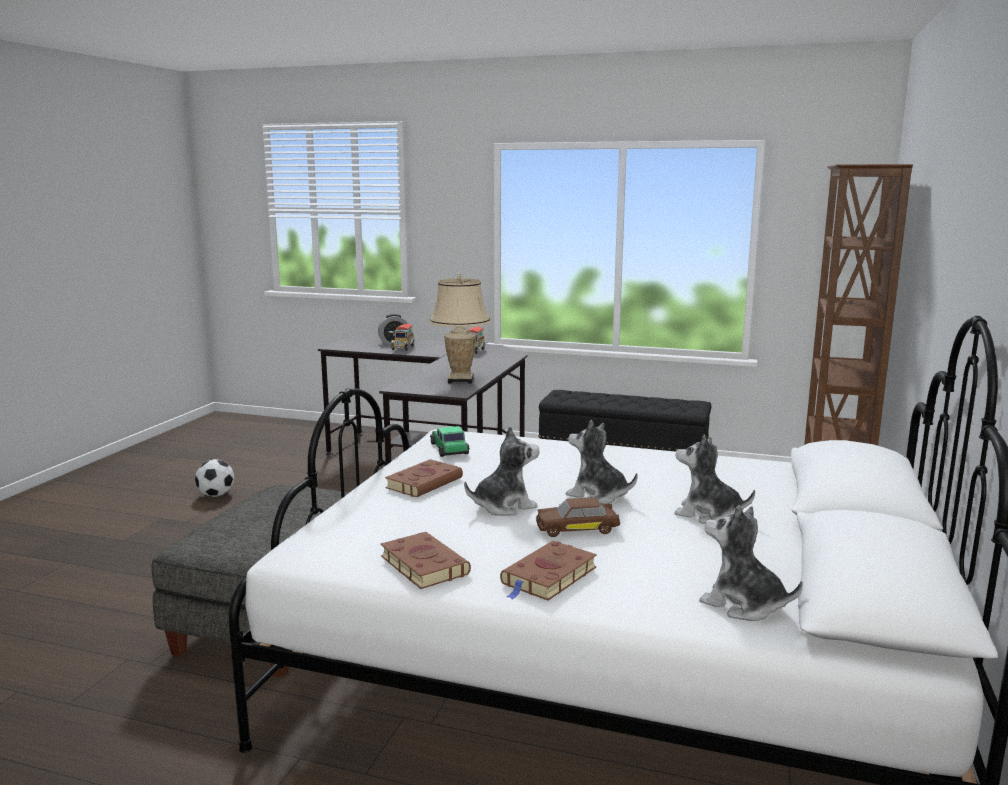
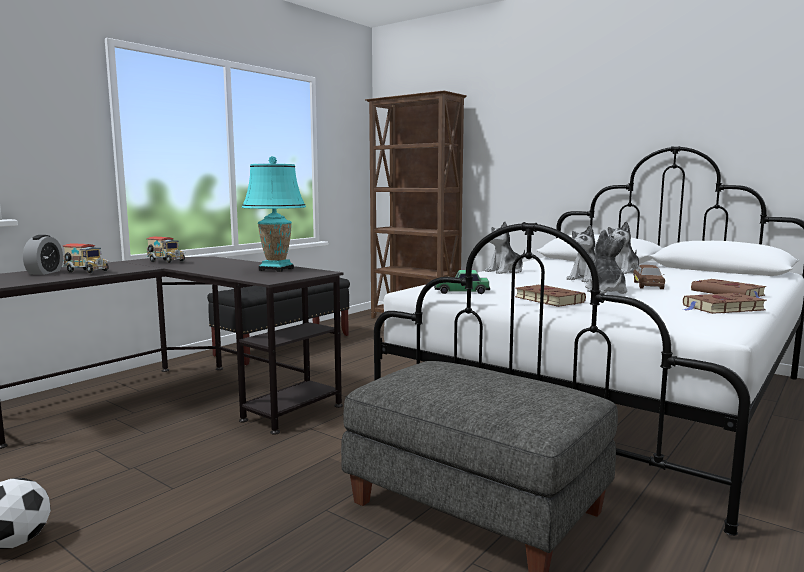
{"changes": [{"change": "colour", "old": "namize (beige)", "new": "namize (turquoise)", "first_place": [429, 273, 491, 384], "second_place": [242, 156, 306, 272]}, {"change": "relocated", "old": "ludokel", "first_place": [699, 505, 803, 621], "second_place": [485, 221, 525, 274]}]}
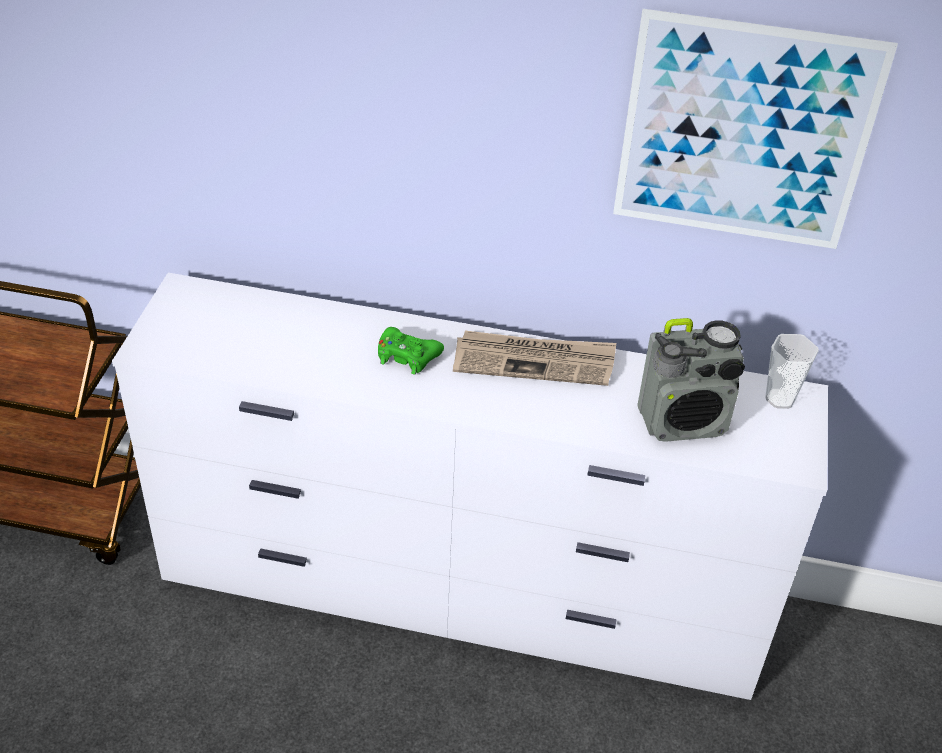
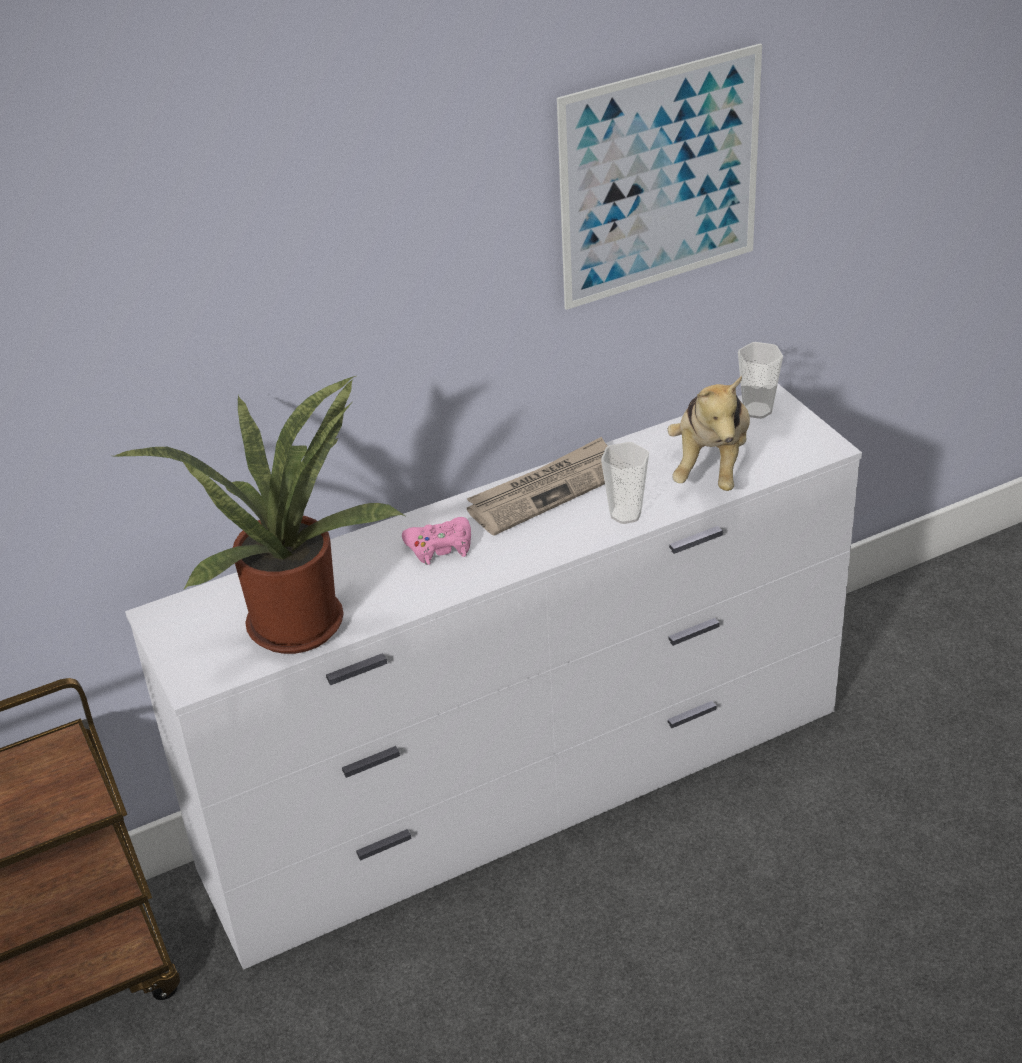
{"changes": [{"change": "colour", "old": "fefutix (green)", "new": "fefutix (pink)", "first_place": [378, 327, 444, 375], "second_place": [402, 517, 471, 565]}, {"change": "exchanged", "old": "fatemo", "new": "ludokel", "first_place": [637, 318, 745, 442], "second_place": [667, 376, 750, 491]}, {"change": "appeared", "new": "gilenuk", "second_place": [115, 376, 405, 654]}, {"change": "appeared", "new": "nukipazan", "second_place": [601, 442, 649, 524]}]}
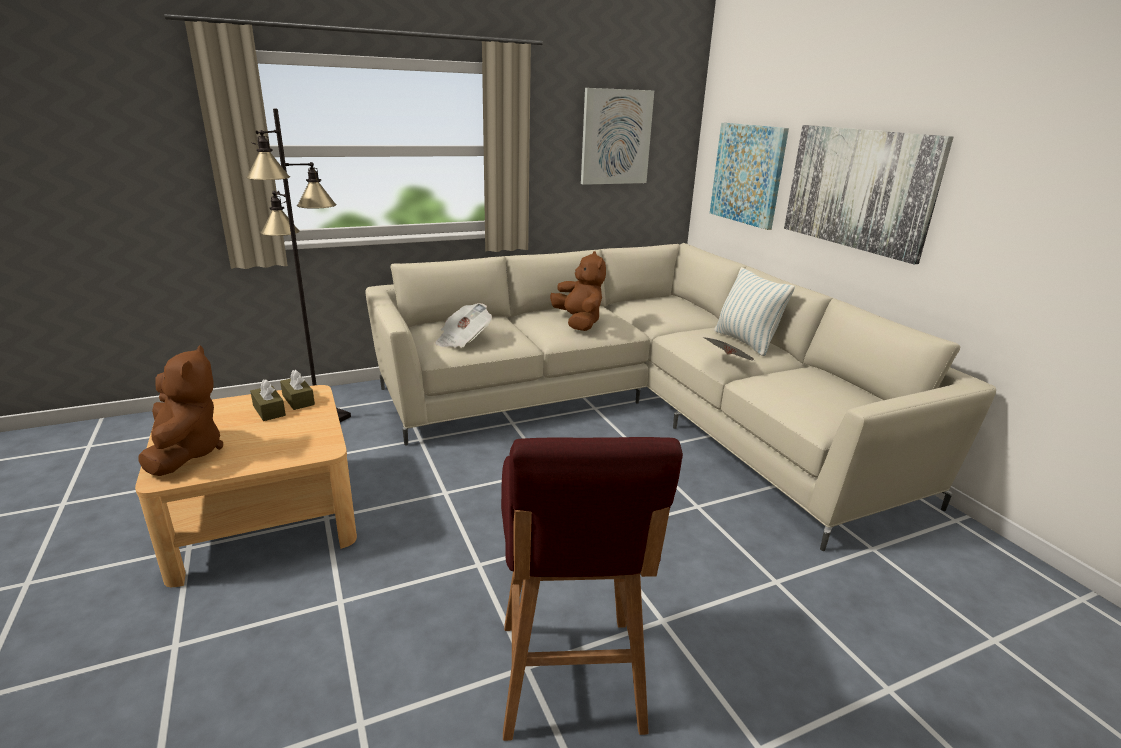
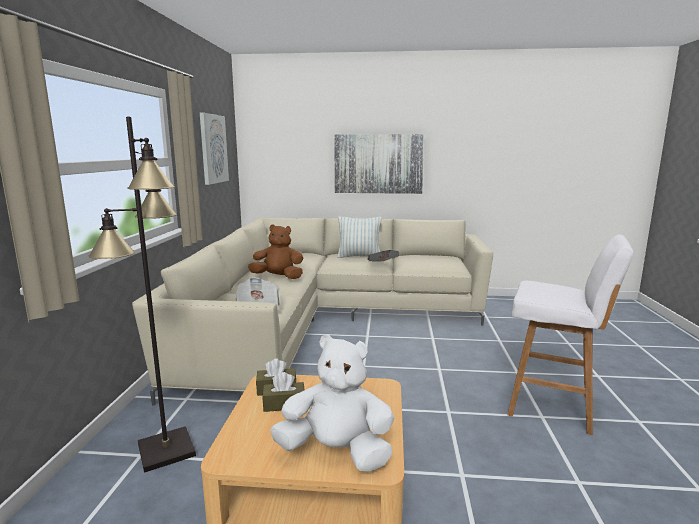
{"changes": [{"change": "colour", "old": "ludokel (brown)", "new": "ludokel (white)", "first_place": [138, 345, 223, 476], "second_place": [270, 334, 394, 472]}, {"change": "colour", "old": "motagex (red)", "new": "motagex (white)", "first_place": [501, 437, 683, 741], "second_place": [507, 235, 633, 435]}, {"change": "missing", "old": "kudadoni", "first_place": [710, 123, 789, 230]}]}
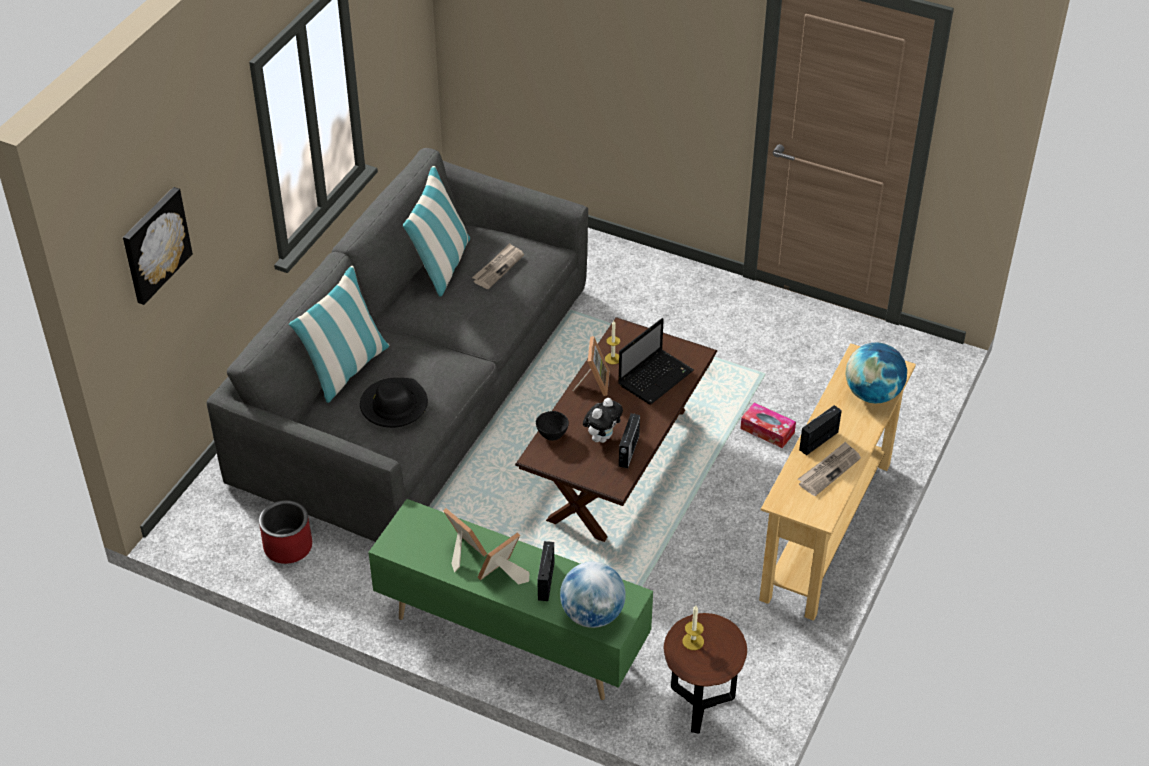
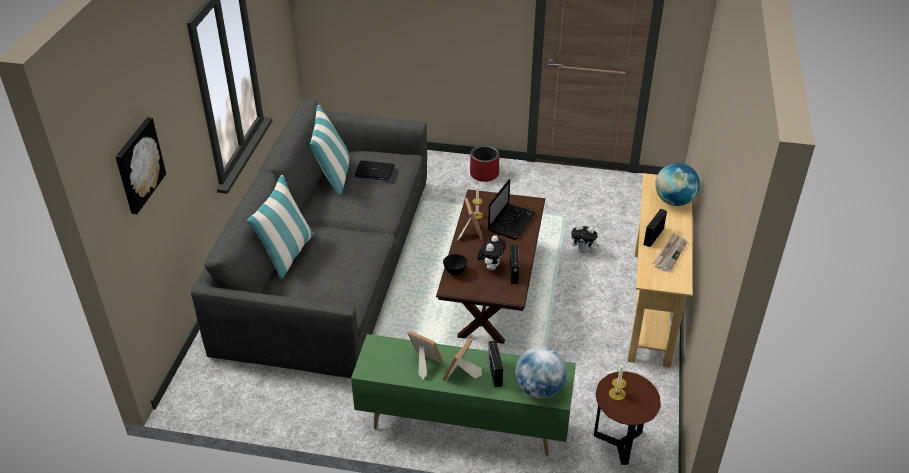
{"changes": [{"change": "relocated", "old": "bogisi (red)", "first_place": [259, 500, 312, 564], "second_place": [470, 145, 500, 182]}, {"change": "missing", "old": "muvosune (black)", "first_place": [360, 378, 428, 428]}, {"change": "exchanged", "old": "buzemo", "new": "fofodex", "first_place": [472, 243, 524, 289], "second_place": [354, 161, 395, 180]}, {"change": "exchanged", "old": "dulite", "new": "ludokel", "first_place": [740, 403, 796, 448], "second_place": [571, 224, 600, 253]}]}
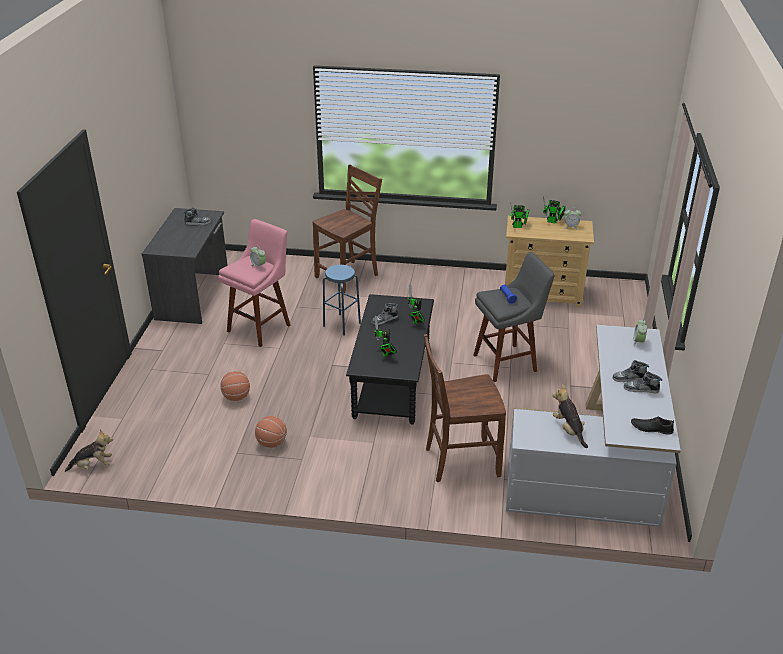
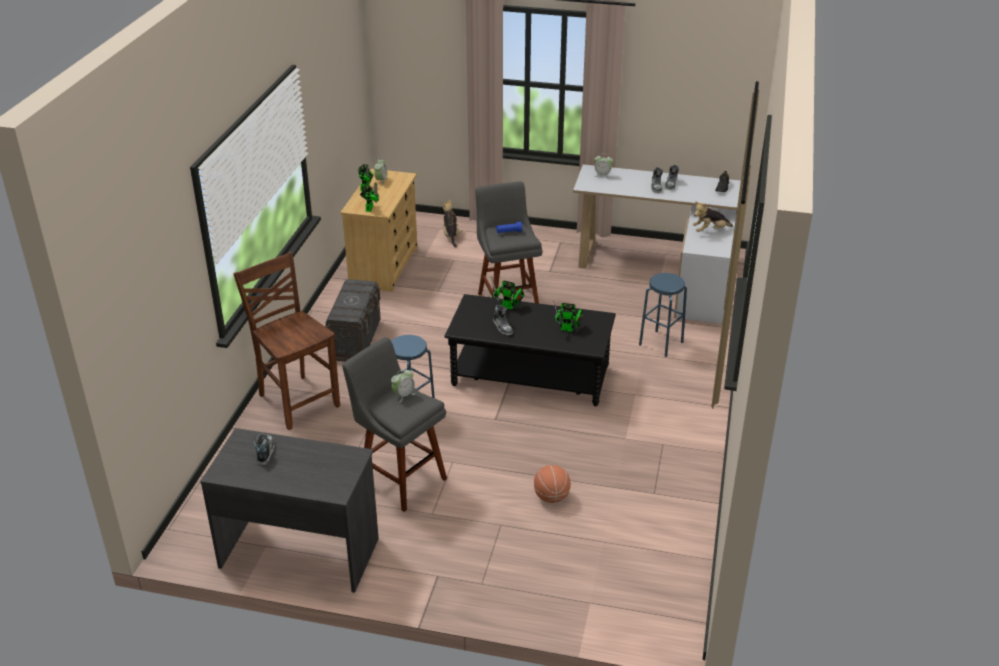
{"changes": [{"change": "relocated", "old": "ludokel", "first_place": [65, 429, 113, 472], "second_place": [443, 200, 462, 247]}, {"change": "colour", "old": "motagex (pink)", "new": "motagex (grey)", "first_place": [218, 219, 291, 347], "second_place": [342, 337, 447, 512]}, {"change": "missing", "old": "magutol", "first_place": [255, 416, 287, 448]}, {"change": "exchanged", "old": "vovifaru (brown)", "new": "motagex (blue)", "first_place": [424, 334, 506, 482], "second_place": [639, 273, 687, 357]}, {"change": "appeared", "new": "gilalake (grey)", "second_place": [325, 279, 380, 361]}]}
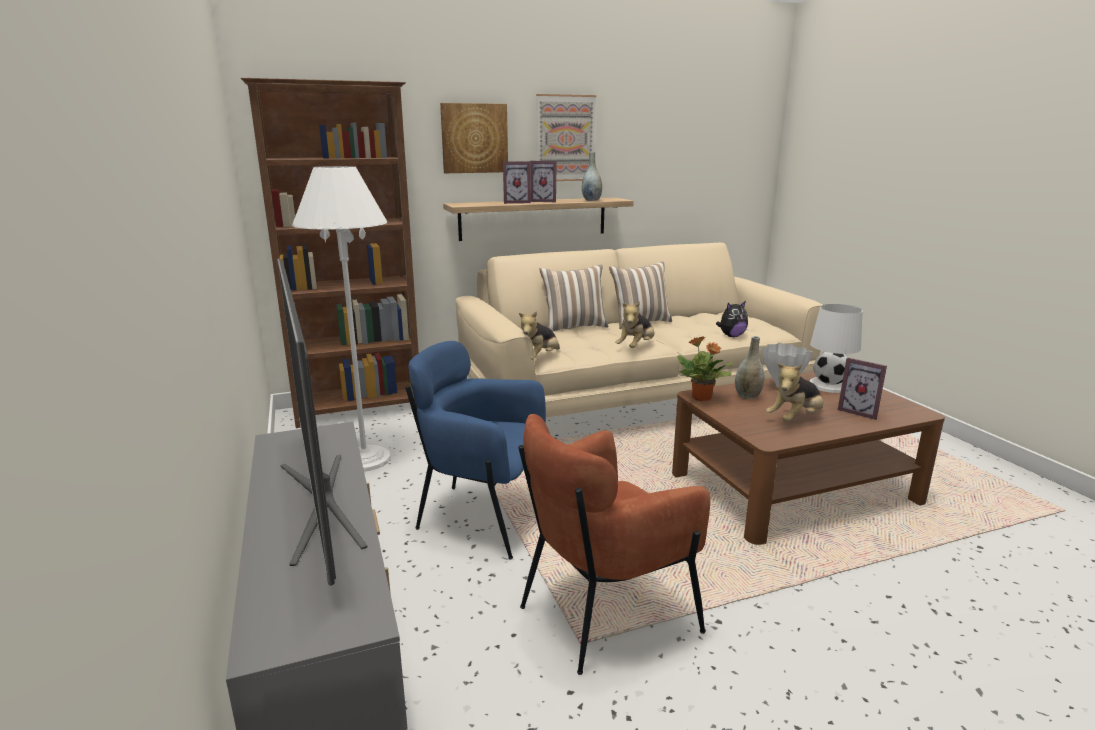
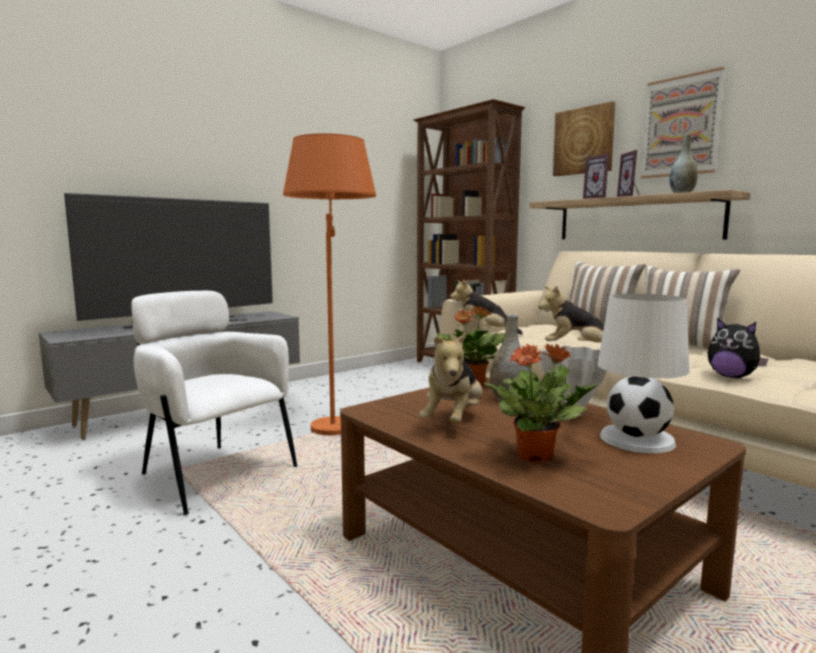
{"changes": [{"change": "missing", "old": "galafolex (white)", "first_place": [292, 166, 391, 472]}, {"change": "exchanged", "old": "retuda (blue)", "new": "galafolex (orange)", "first_place": [405, 341, 546, 560], "second_place": [283, 133, 376, 435]}, {"change": "colour", "old": "retuda (brown)", "new": "retuda (white)", "first_place": [518, 414, 710, 675], "second_place": [131, 291, 298, 515]}, {"change": "spun", "old": "ludokel", "first_place": [766, 364, 823, 422], "second_place": [419, 332, 482, 424], "degrees": -105}, {"change": "exchanged", "old": "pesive", "new": "gilenuk", "first_place": [838, 358, 887, 420], "second_place": [484, 343, 598, 463]}]}
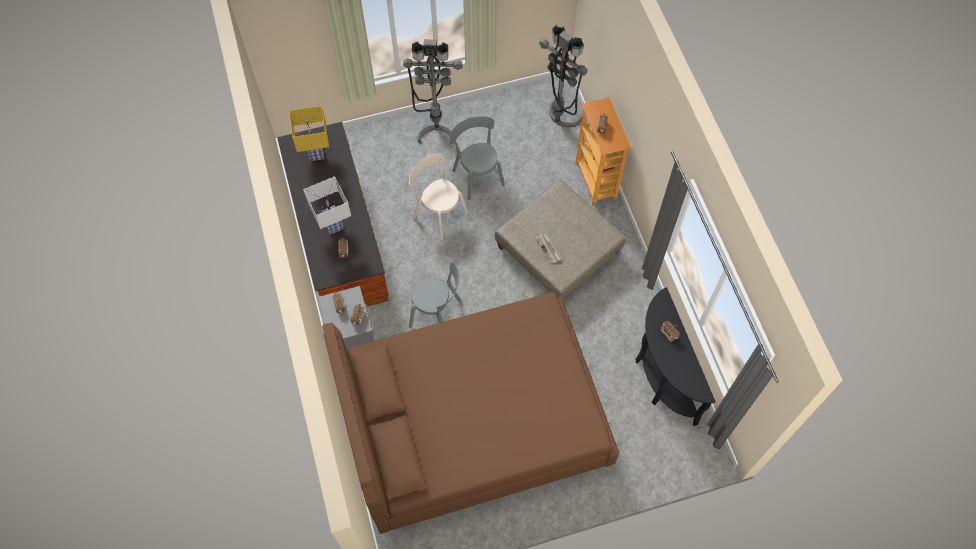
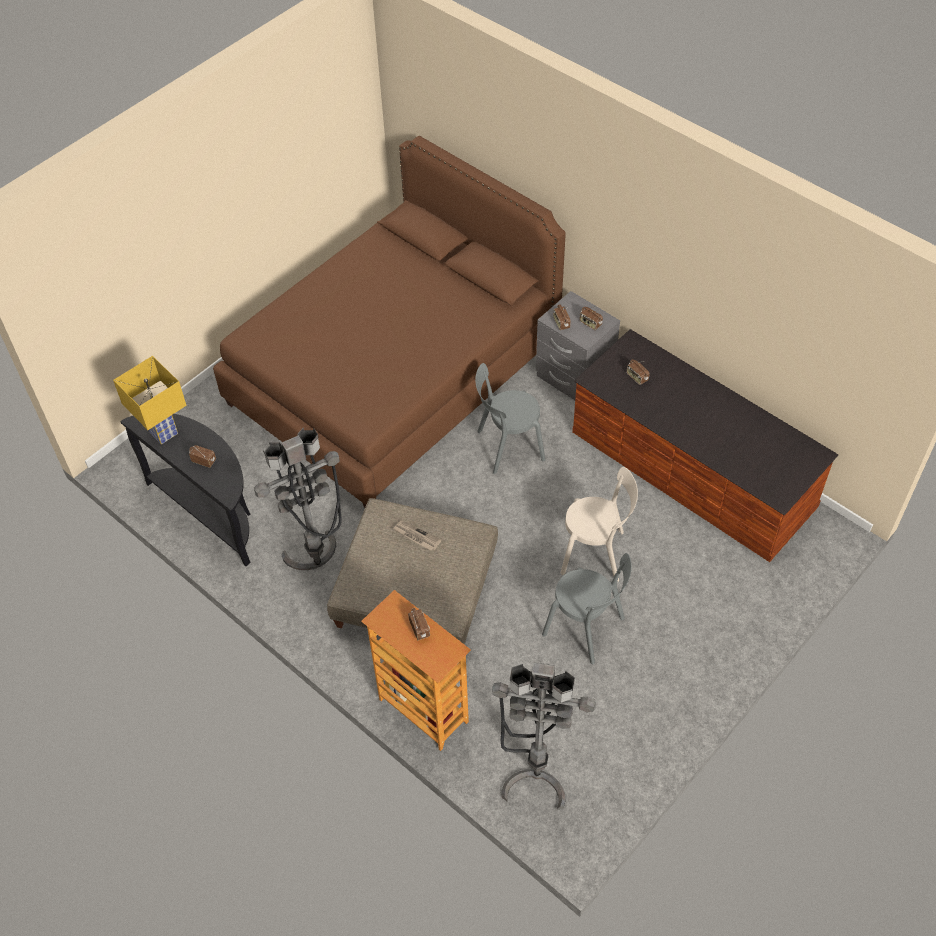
{"changes": [{"change": "relocated", "old": "namize (yellow)", "first_place": [289, 106, 329, 161], "second_place": [113, 356, 187, 444]}, {"change": "missing", "old": "namize (white)", "first_place": [303, 176, 351, 235]}, {"change": "relocated", "old": "galafolex (grey)", "first_place": [403, 39, 463, 144], "second_place": [254, 427, 342, 570]}]}
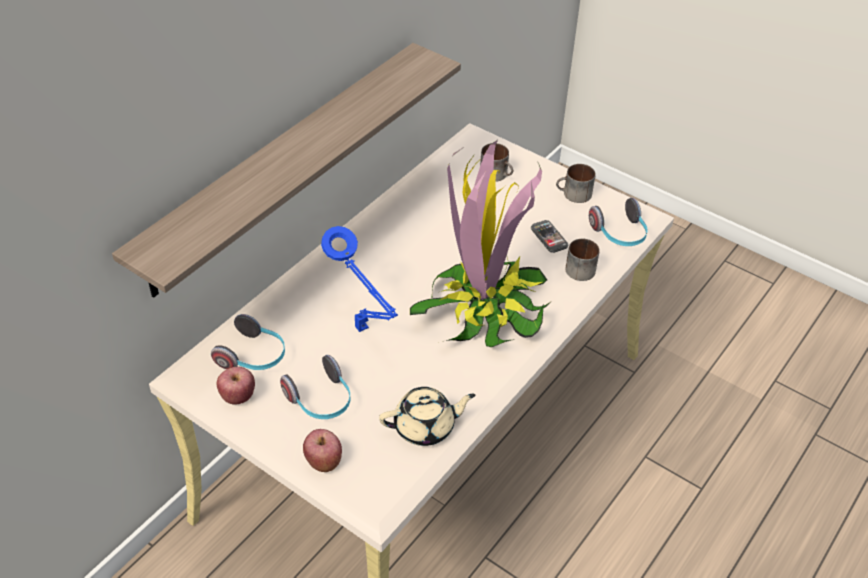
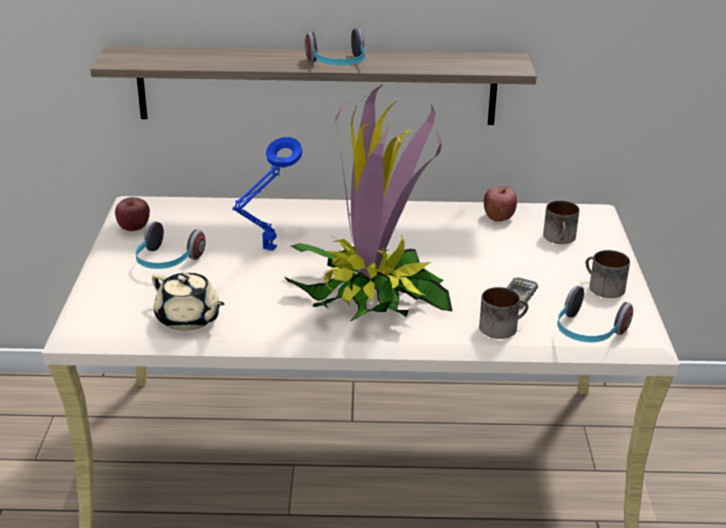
{"changes": [{"change": "relocated", "old": "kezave", "first_place": [211, 314, 285, 370], "second_place": [305, 29, 365, 66]}, {"change": "relocated", "old": "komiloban", "first_place": [303, 429, 342, 472], "second_place": [484, 186, 517, 222]}]}
